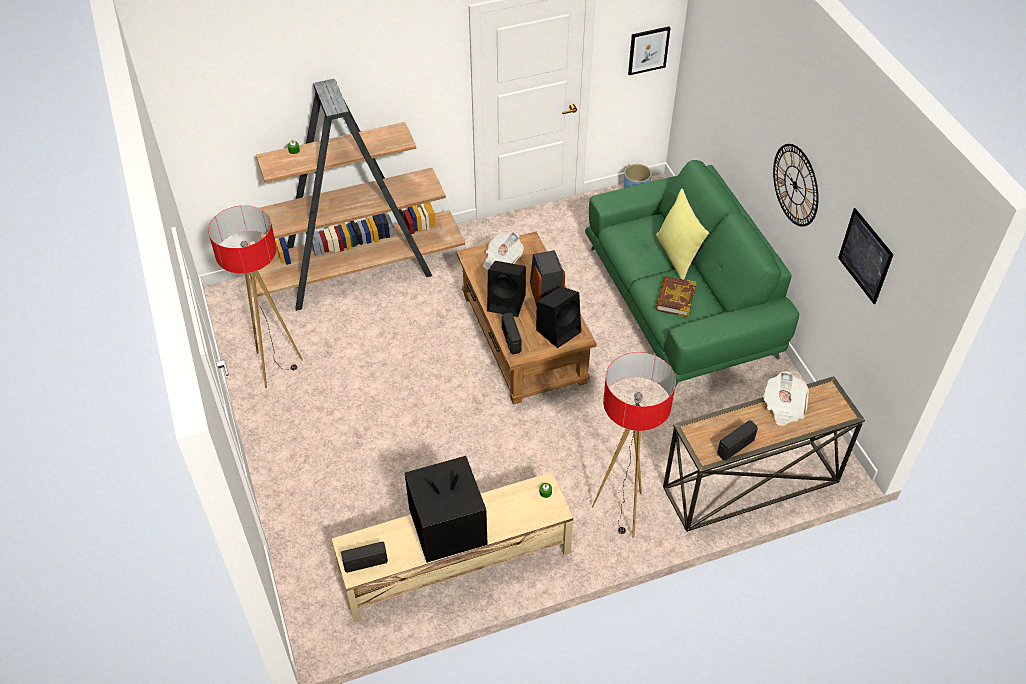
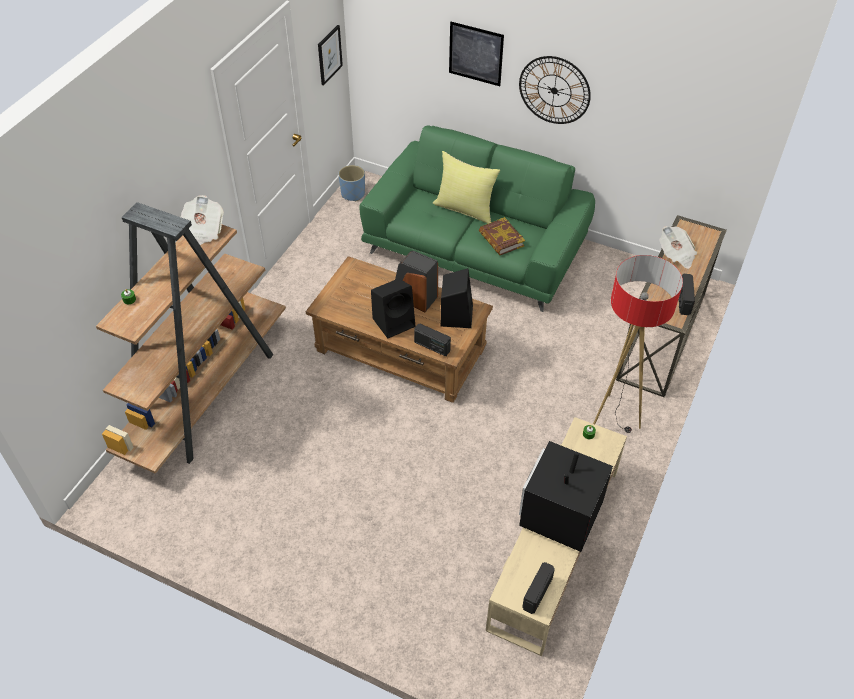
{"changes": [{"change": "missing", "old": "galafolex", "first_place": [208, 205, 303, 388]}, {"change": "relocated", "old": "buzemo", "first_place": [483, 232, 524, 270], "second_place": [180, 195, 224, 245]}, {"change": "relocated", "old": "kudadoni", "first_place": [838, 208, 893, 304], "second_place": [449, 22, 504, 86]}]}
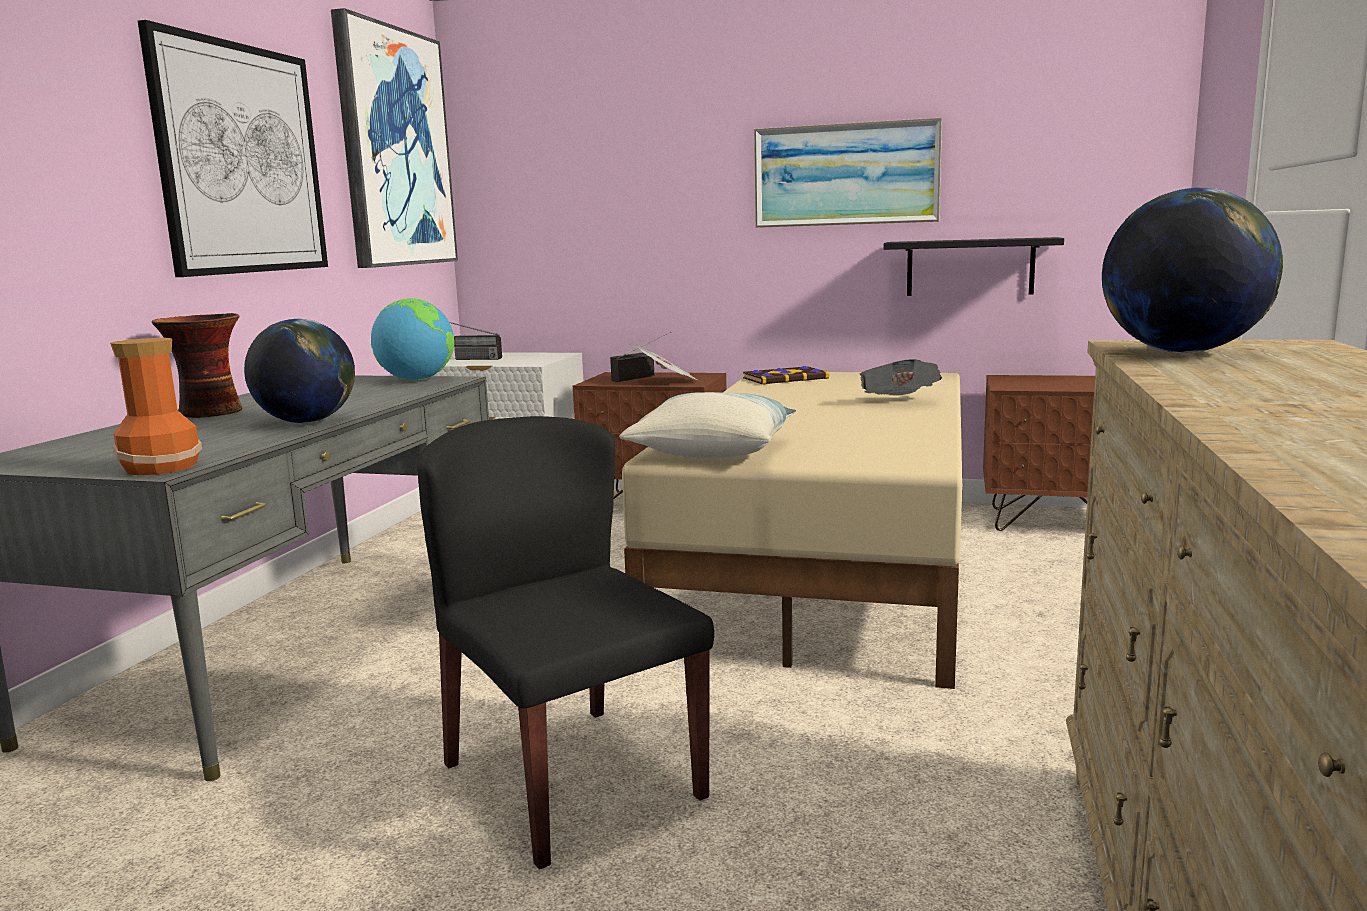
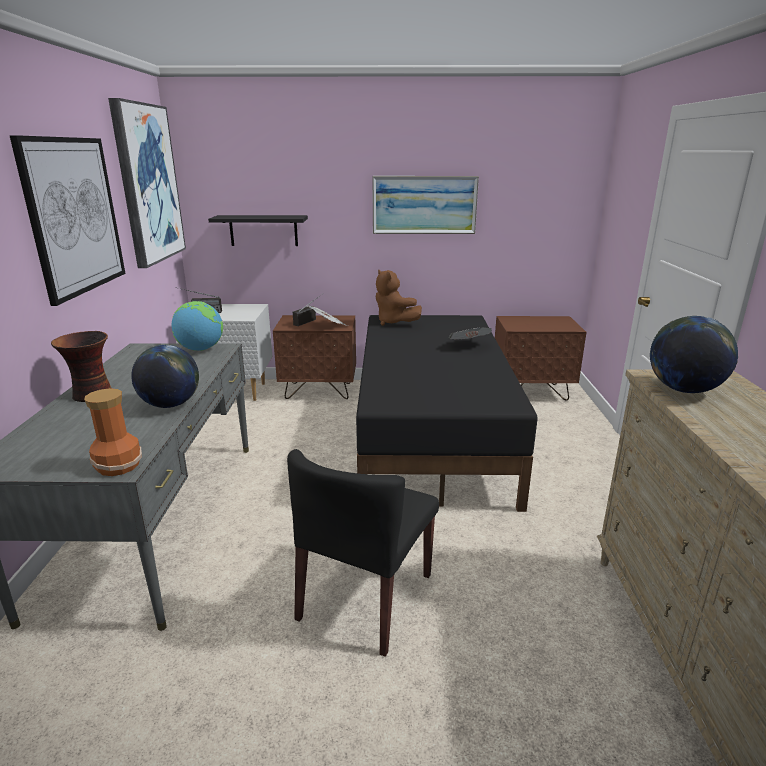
{"changes": [{"change": "spun", "old": "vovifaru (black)", "first_place": [417, 416, 714, 870], "second_place": [287, 449, 439, 657], "degrees": -105}, {"change": "missing", "old": "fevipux", "first_place": [619, 392, 796, 458]}, {"change": "colour", "old": "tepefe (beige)", "new": "tepefe (black)", "first_place": [622, 372, 962, 689], "second_place": [356, 315, 537, 512]}, {"change": "exchanged", "old": "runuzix", "new": "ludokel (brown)", "first_place": [743, 366, 829, 385], "second_place": [376, 270, 422, 326]}, {"change": "relocated", "old": "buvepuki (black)", "first_place": [884, 237, 1064, 296], "second_place": [208, 215, 308, 246]}]}
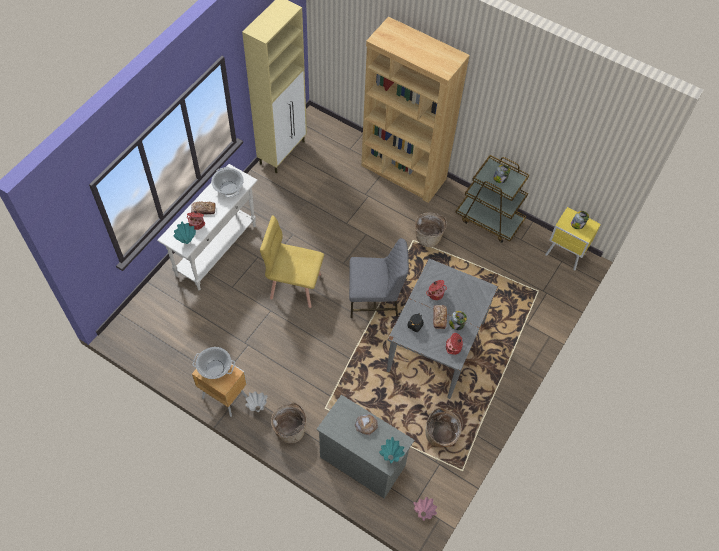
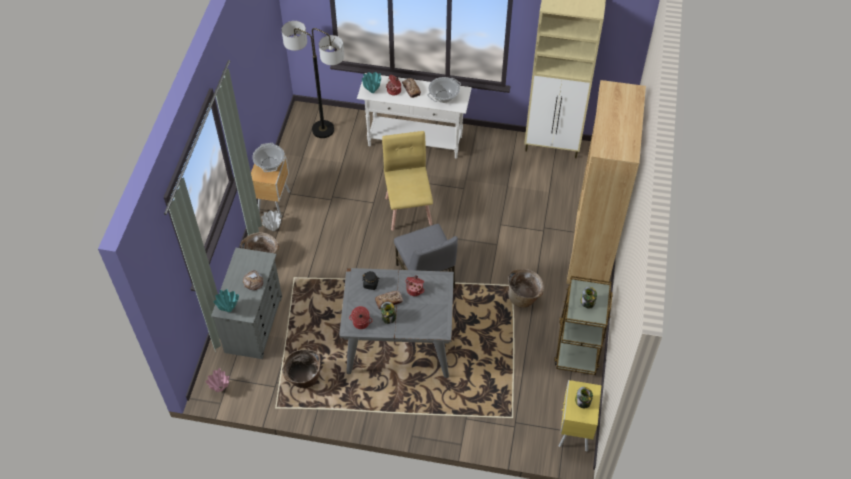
{"changes": [{"change": "appeared", "new": "galafolex", "second_place": [282, 21, 344, 138]}]}
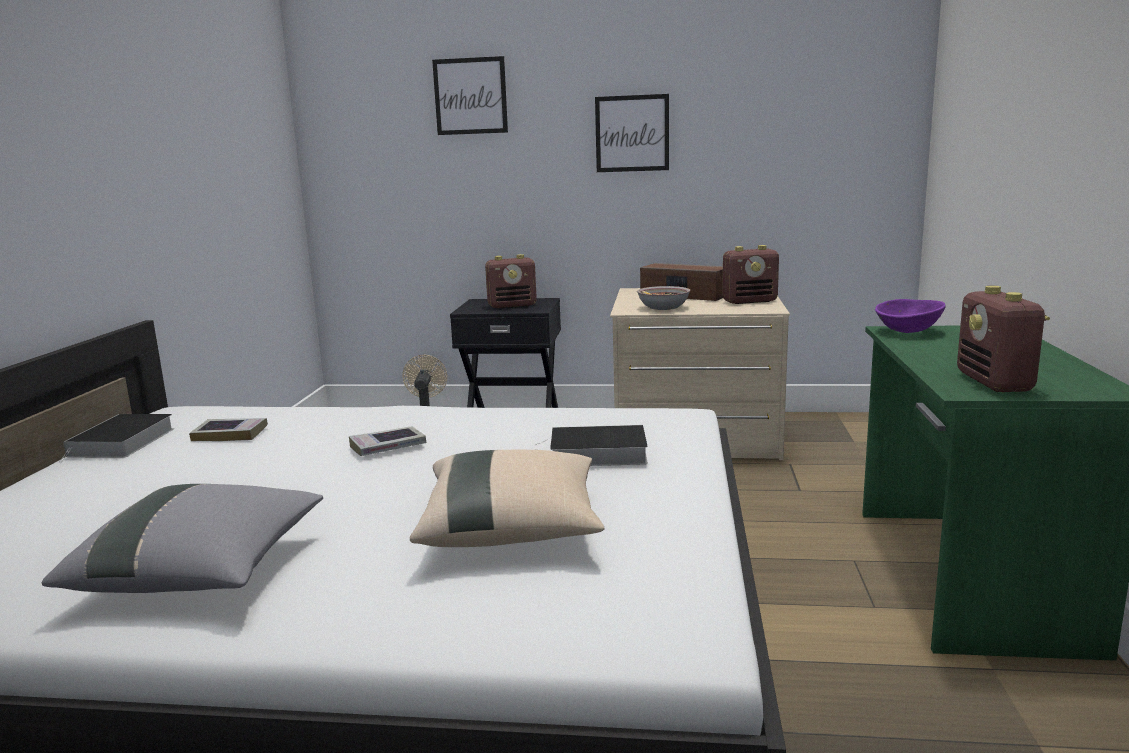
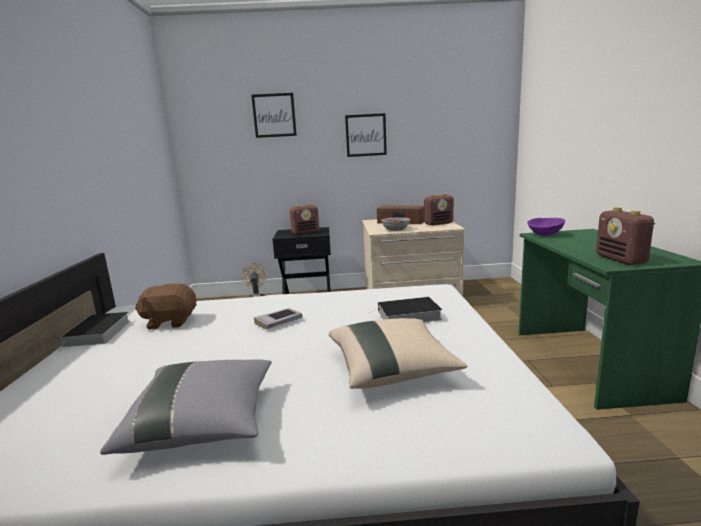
{"changes": [{"change": "exchanged", "old": "runuzix", "new": "ludokel (brown)", "first_place": [189, 418, 268, 441], "second_place": [135, 283, 197, 329]}]}
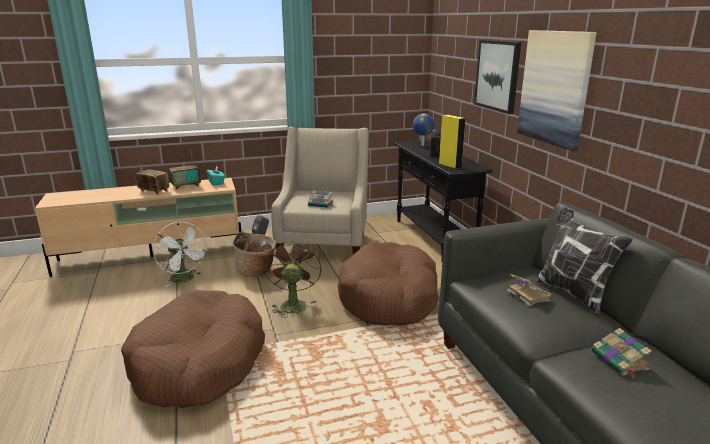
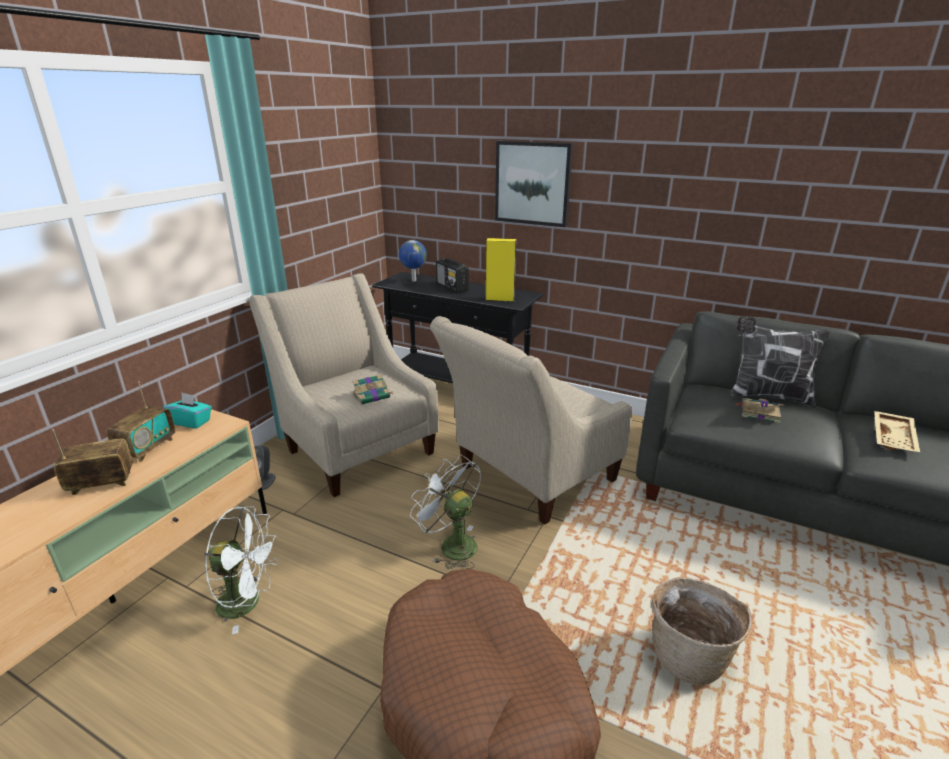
{"changes": [{"change": "relocated", "old": "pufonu", "first_place": [232, 232, 276, 277], "second_place": [651, 577, 752, 685]}, {"change": "colour", "old": "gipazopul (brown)", "new": "gipazopul (white)", "first_place": [264, 239, 322, 318], "second_place": [410, 455, 481, 569]}, {"change": "exchanged", "old": "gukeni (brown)", "new": "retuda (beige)", "first_place": [338, 242, 438, 326], "second_place": [430, 316, 632, 525]}, {"change": "missing", "old": "kudadoni", "first_place": [517, 30, 597, 151]}, {"change": "exchanged", "old": "runuzix", "new": "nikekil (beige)", "first_place": [592, 328, 652, 378], "second_place": [874, 411, 920, 452]}]}
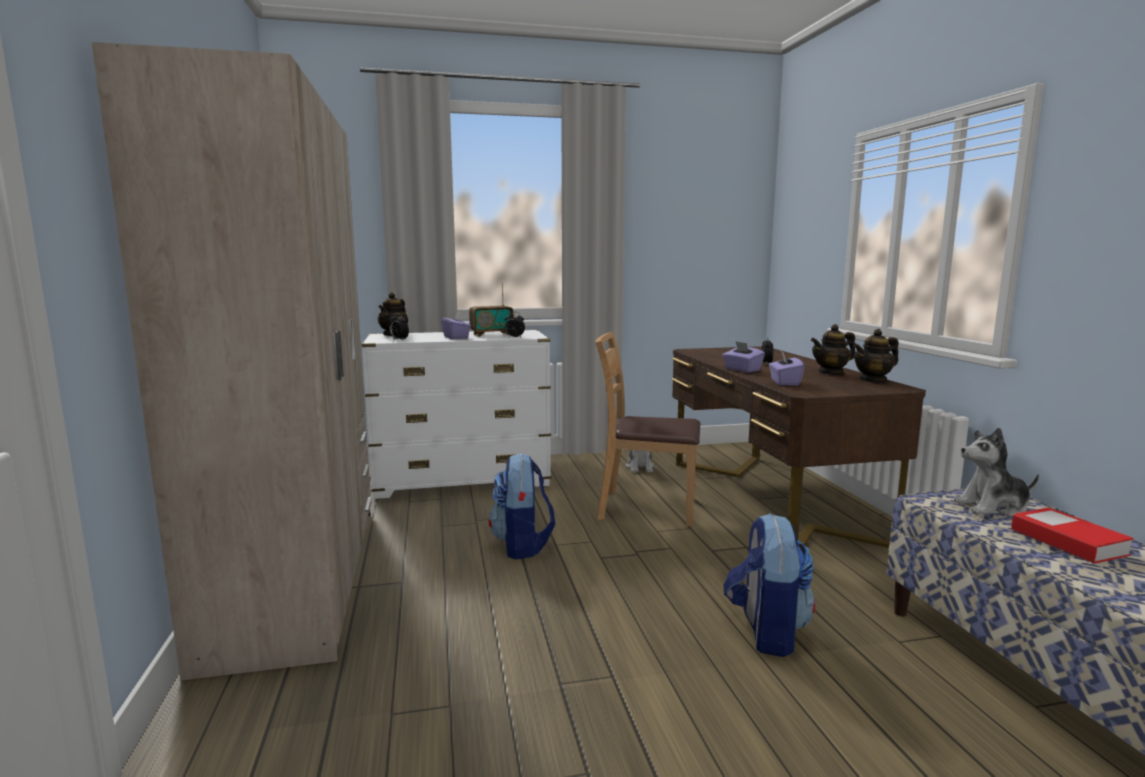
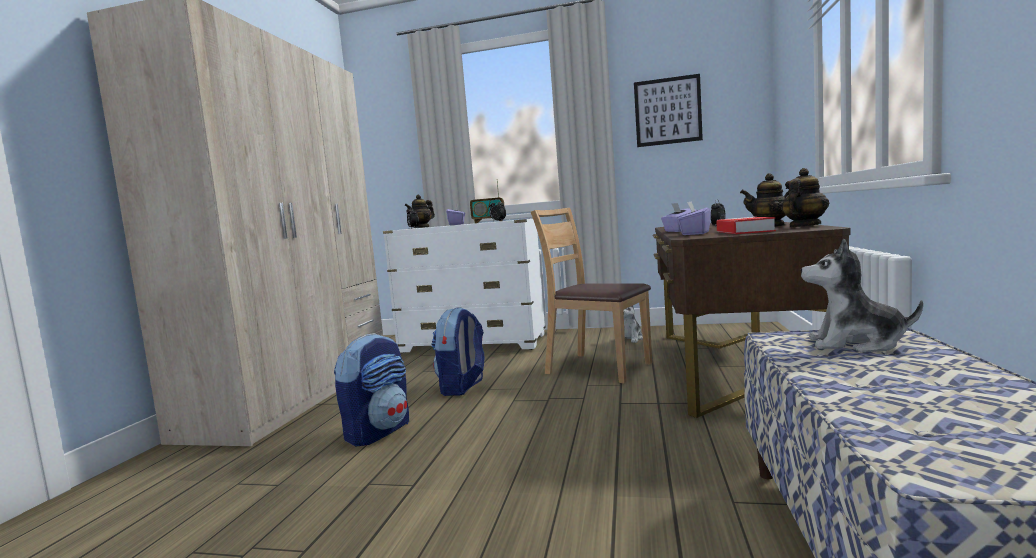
{"changes": [{"change": "relocated", "old": "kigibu", "first_place": [723, 513, 815, 657], "second_place": [334, 333, 409, 447]}, {"change": "spun", "old": "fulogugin", "first_place": [853, 329, 899, 383], "second_place": [781, 168, 829, 228], "degrees": 135}, {"change": "relocated", "old": "runuzix", "first_place": [1011, 507, 1134, 564], "second_place": [716, 217, 776, 234]}, {"change": "appeared", "new": "kudadoni", "second_place": [634, 74, 703, 147]}]}
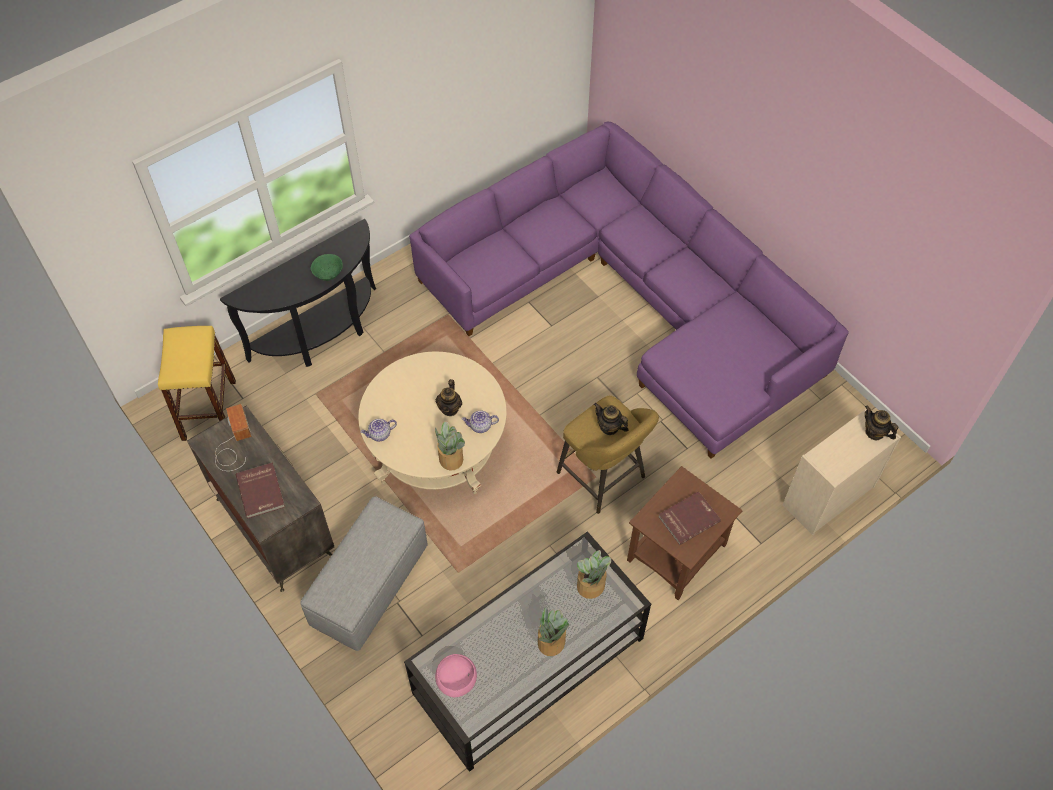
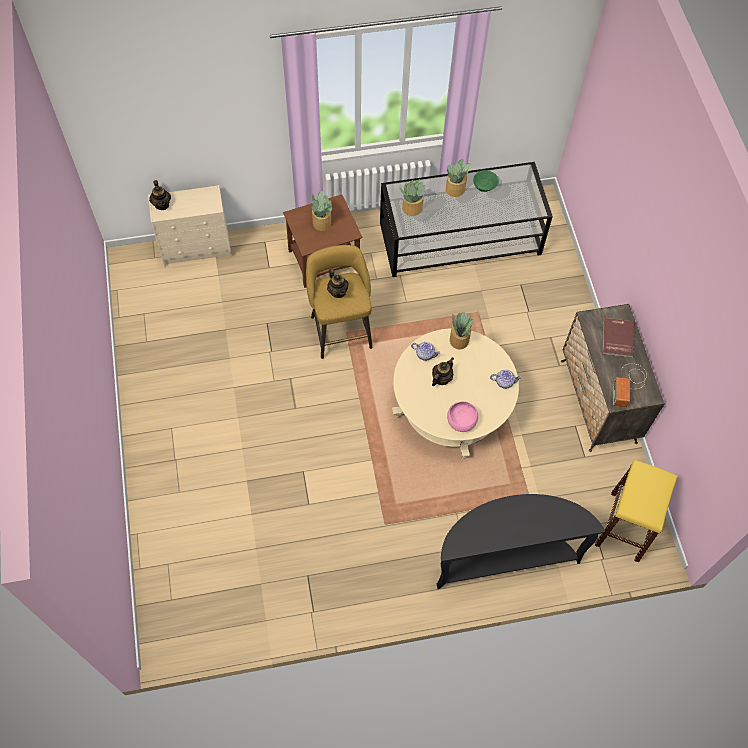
{"changes": [{"change": "missing", "old": "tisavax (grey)", "first_place": [300, 496, 428, 651]}, {"change": "relocated", "old": "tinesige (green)", "first_place": [311, 254, 343, 281], "second_place": [473, 170, 499, 192]}, {"change": "missing", "old": "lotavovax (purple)", "first_place": [409, 122, 849, 459]}, {"change": "relocated", "old": "tinesige (pink)", "first_place": [435, 654, 477, 697], "second_place": [447, 401, 478, 432]}, {"change": "exchanged", "old": "runuzix (red)", "new": "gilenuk", "first_place": [658, 491, 721, 545], "second_place": [311, 191, 332, 231]}]}
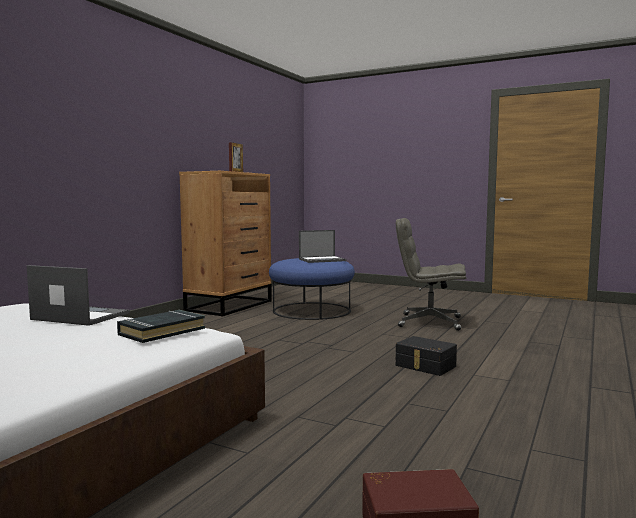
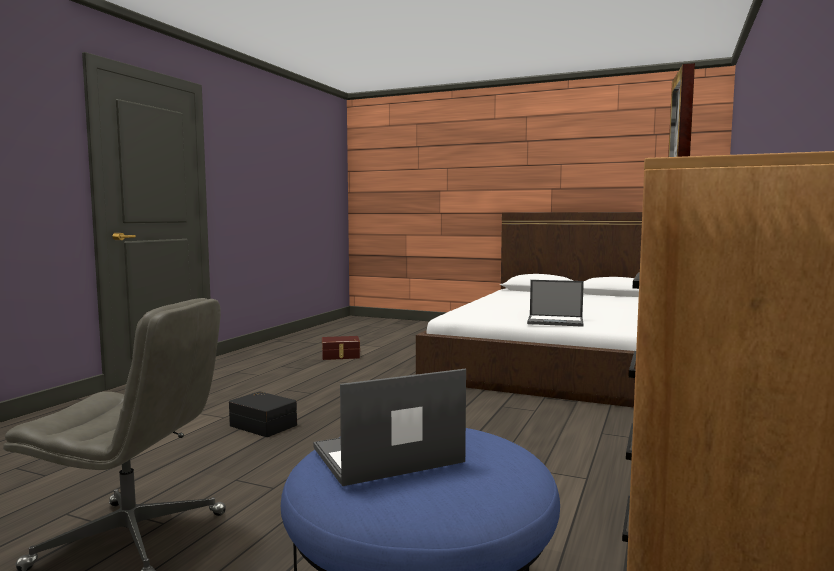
{"changes": [{"change": "missing", "old": "runuzix (black)", "first_place": [117, 310, 205, 343]}]}
